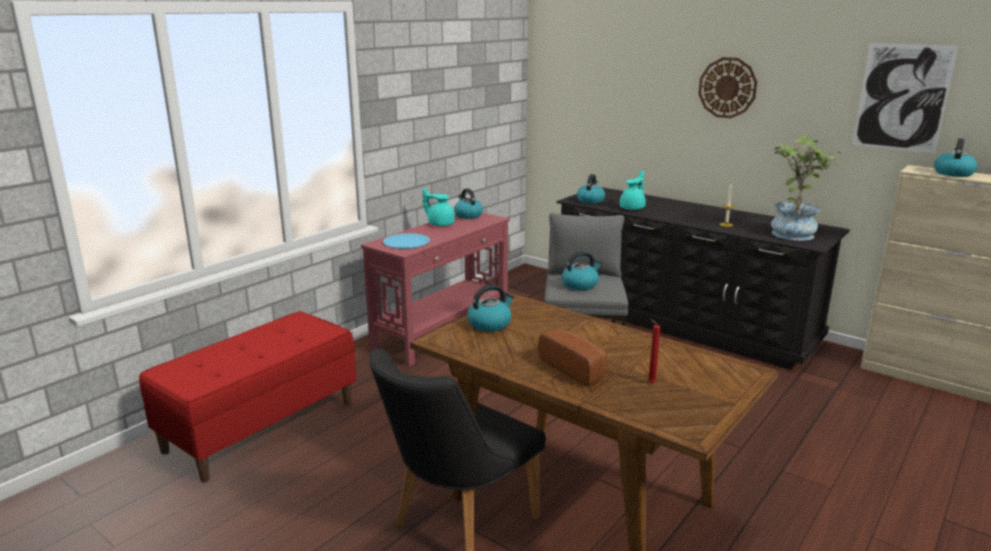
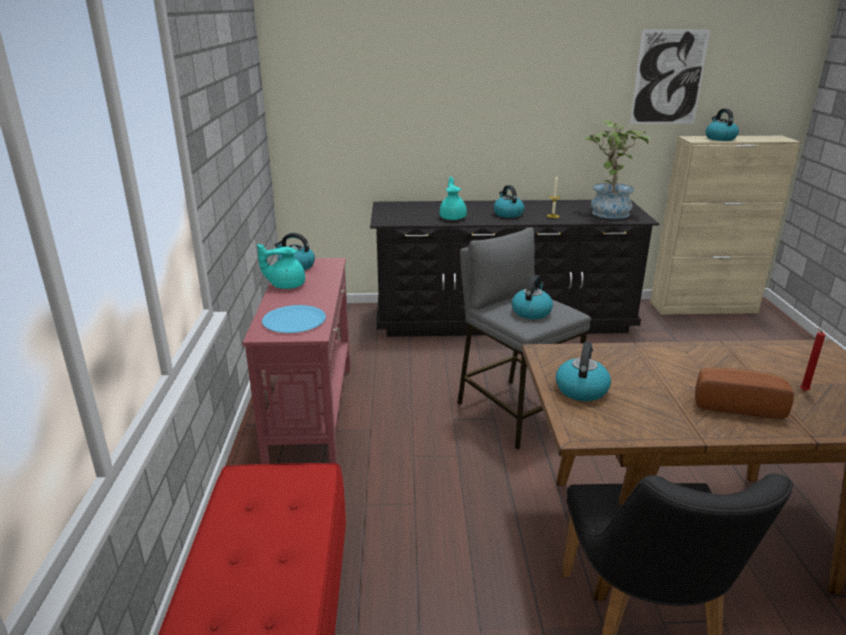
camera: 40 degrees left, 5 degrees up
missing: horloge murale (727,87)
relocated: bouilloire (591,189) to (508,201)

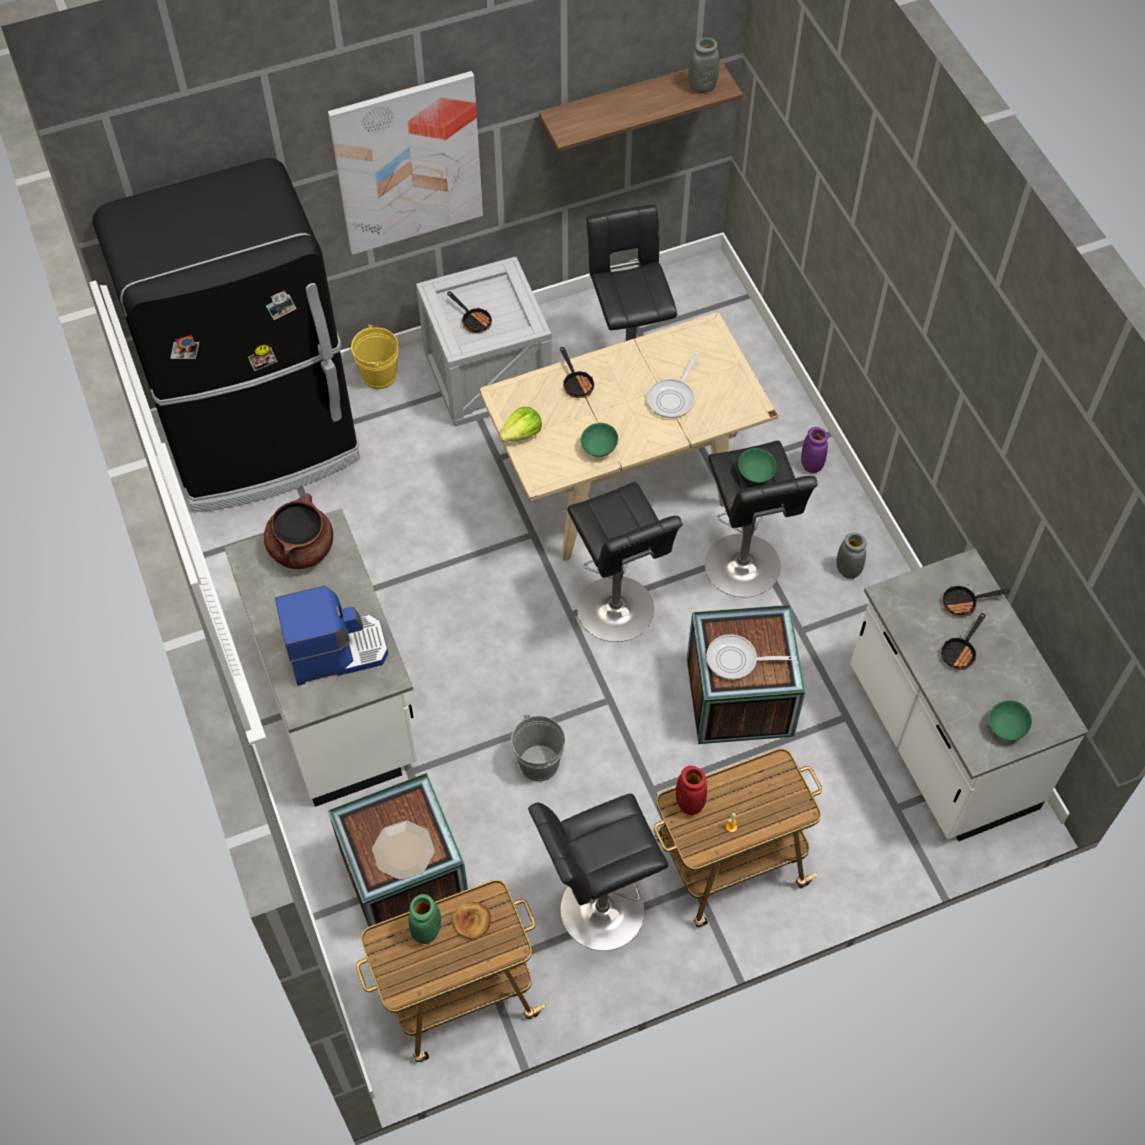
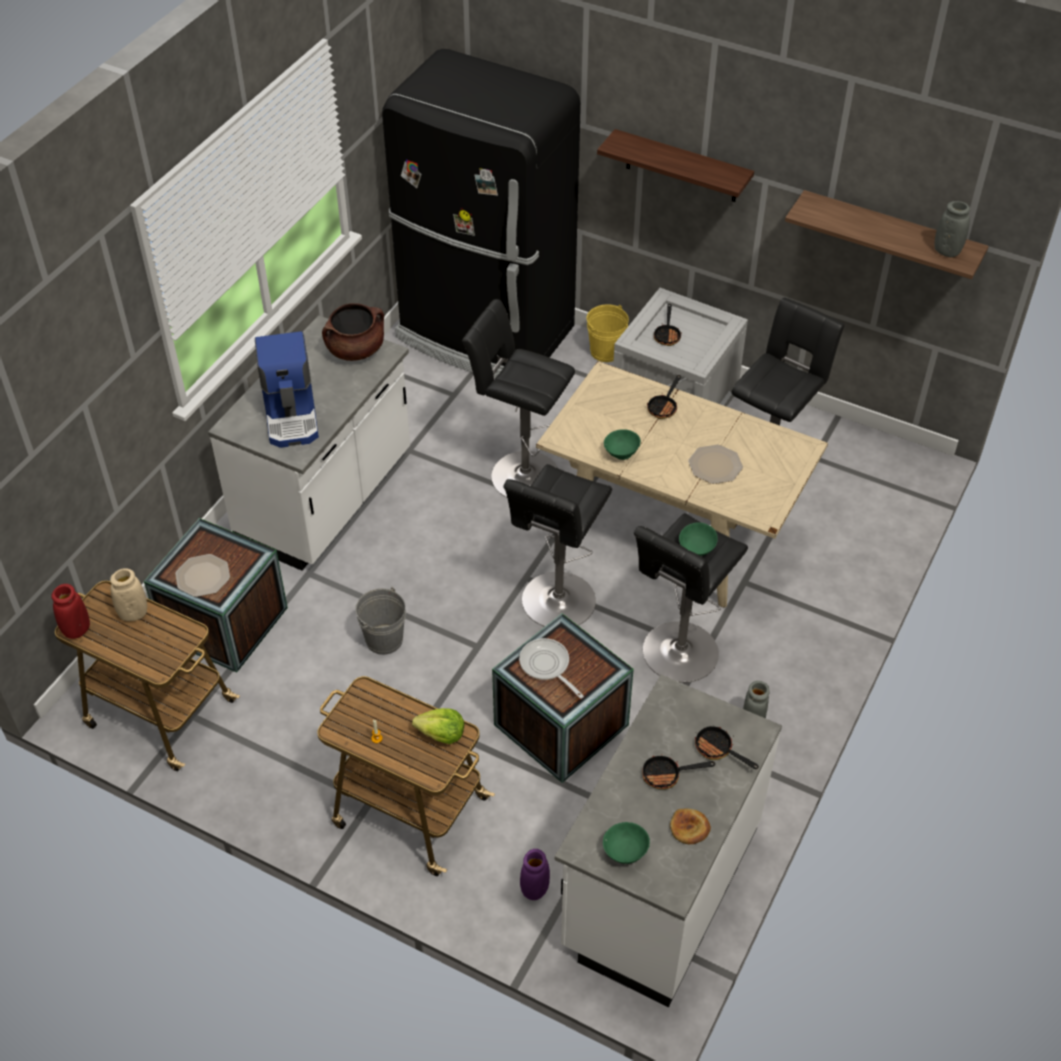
camera: 50 degrees right, 10 degrees down
relocated: pain (471,920) to (690,826); laitue (520,424) to (438,726); tabouret/noir (598,872) to (518,398); vase/rouge (691,790) to (70,611); vase/violet (814,450) to (535,874)
exchanged: tableau (405,163) to étagère (675,165); poêle (673,385) to assiette (715,464)
colour: vase/vert (425,919) to vase/beige (128,594)
spun: machine à café (331,636) = (287,389) 45 degrees clockwise

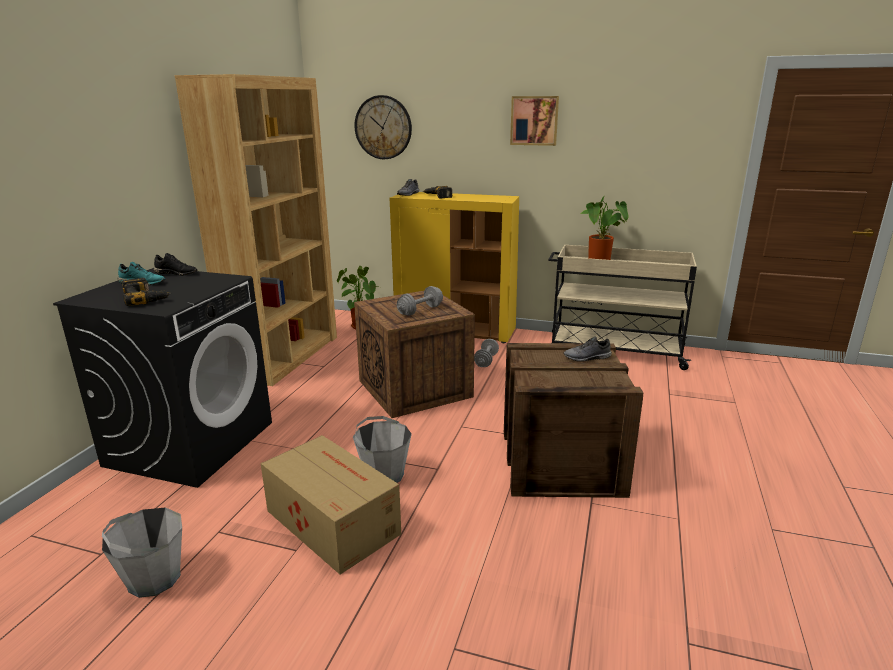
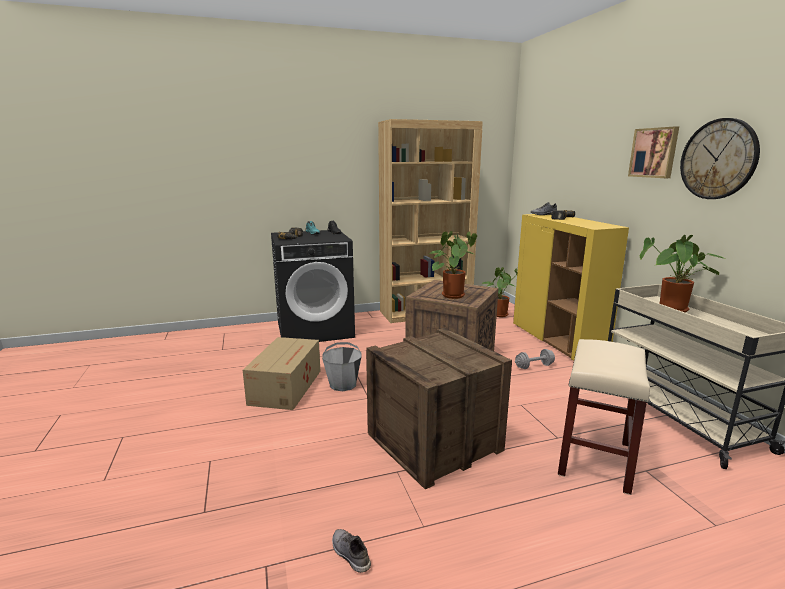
camera: 55 degrees right, 5 degrees down
missing: seau/gris (142,552)
appeared: tabouret/beige (604,417)
relocated: horloge murale (383,127) to (720,158); chaussure/gris (587,349) to (351,551)
exchanged: haltère/gris (420,301) to plante en pot (453,265)

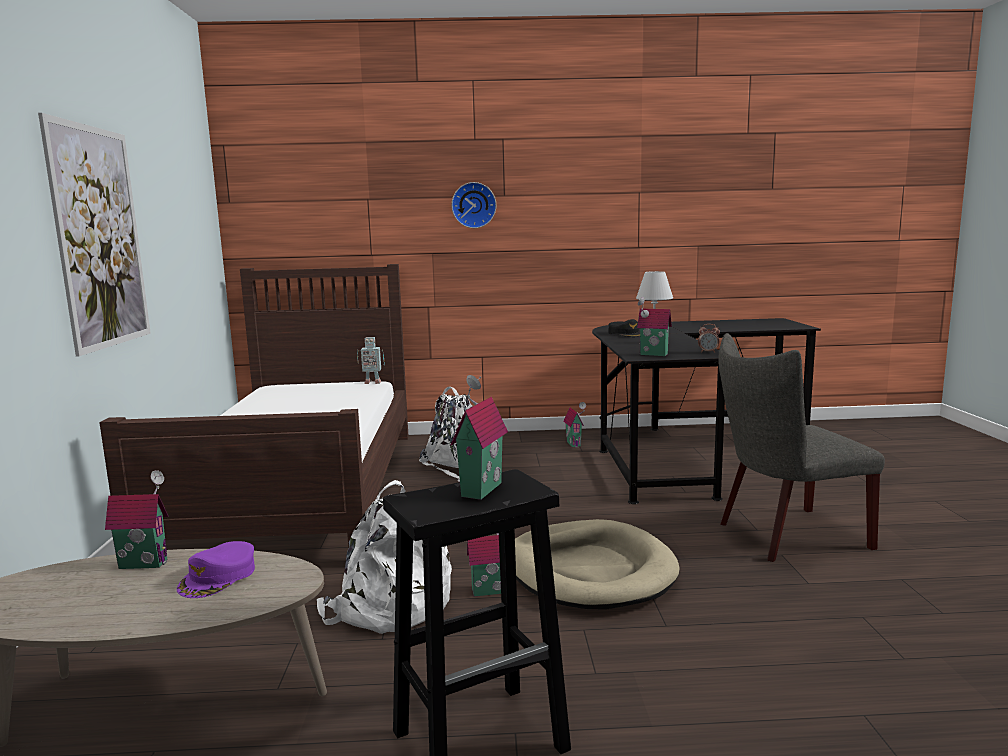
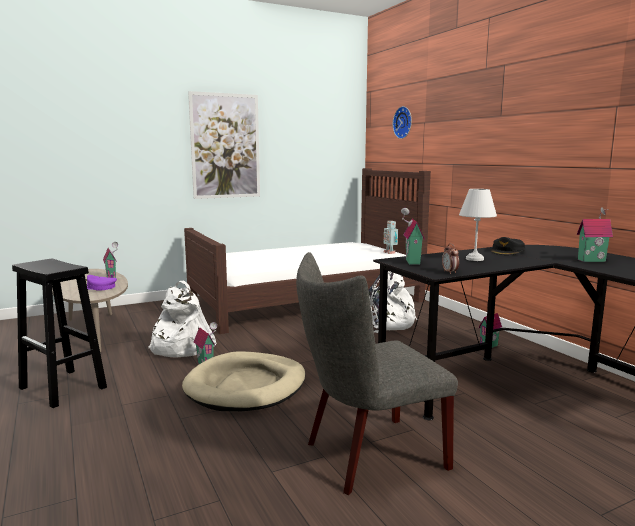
camera: 65 degrees right, 0 degrees up
relocated: horloge murale (473,205) to (402,122); maison miniature (479,437) to (594,234)
spun: chaise/gris (801,447) = (377,373) 75 degrees counterclockwise

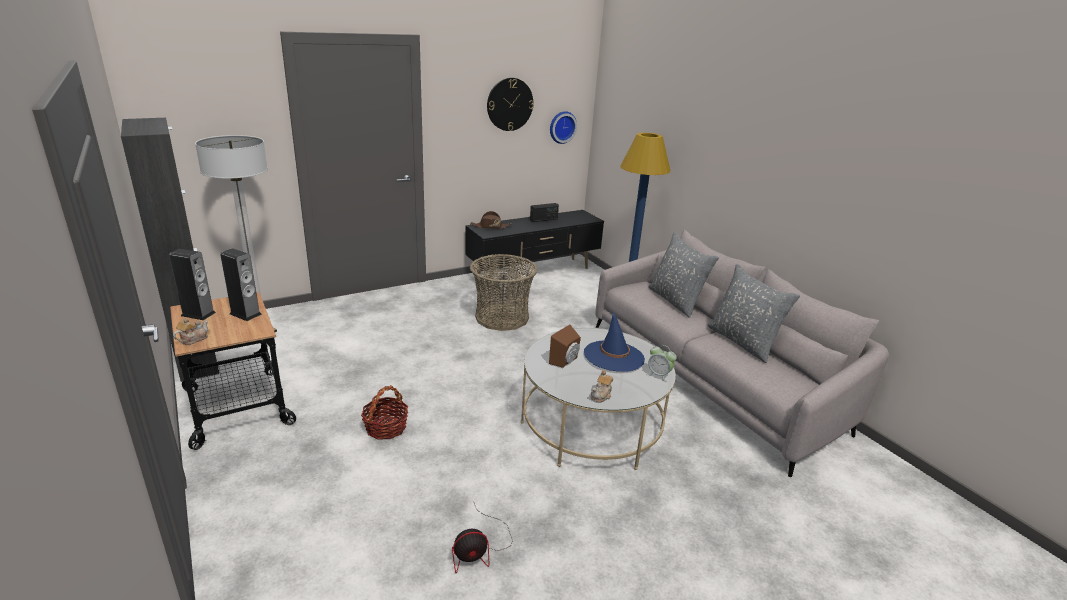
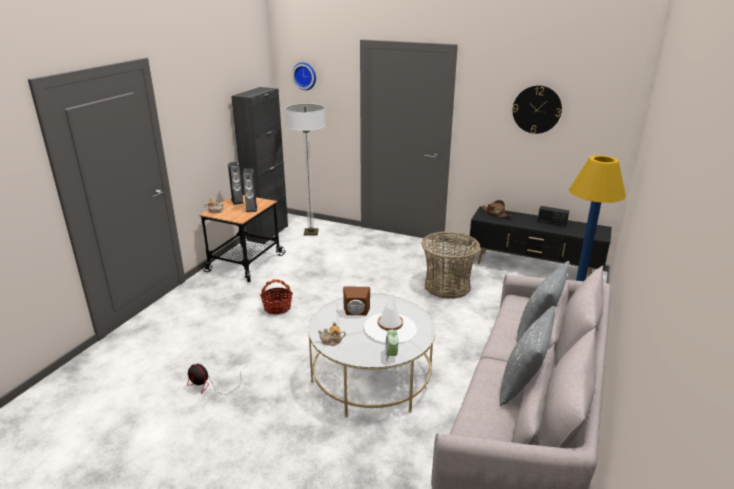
camera: 55 degrees right, 0 degrees up
relocated: horloge murale (563,127) to (304,76)
colour: chapeau/bleu (614,341) to chapeau/blanc (390,316)

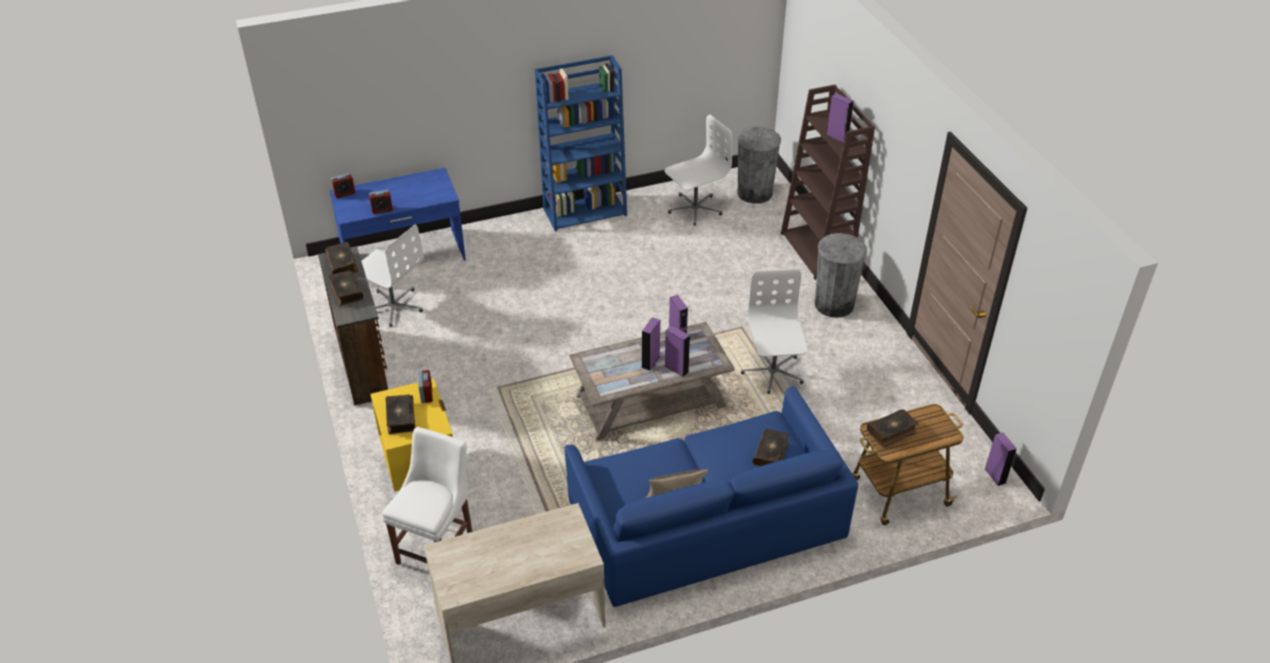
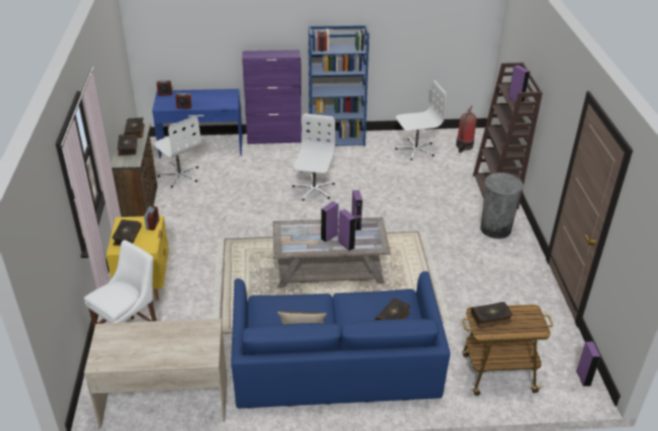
camera: 15 degrees right, 5 degrees down
appeared: meuble de rangement/violet (272,97)
relocated: chaise de bureau/blanc (774,331) to (313,157)
exchanged: poubelle/gris (759,165) to extincteur (466,129)

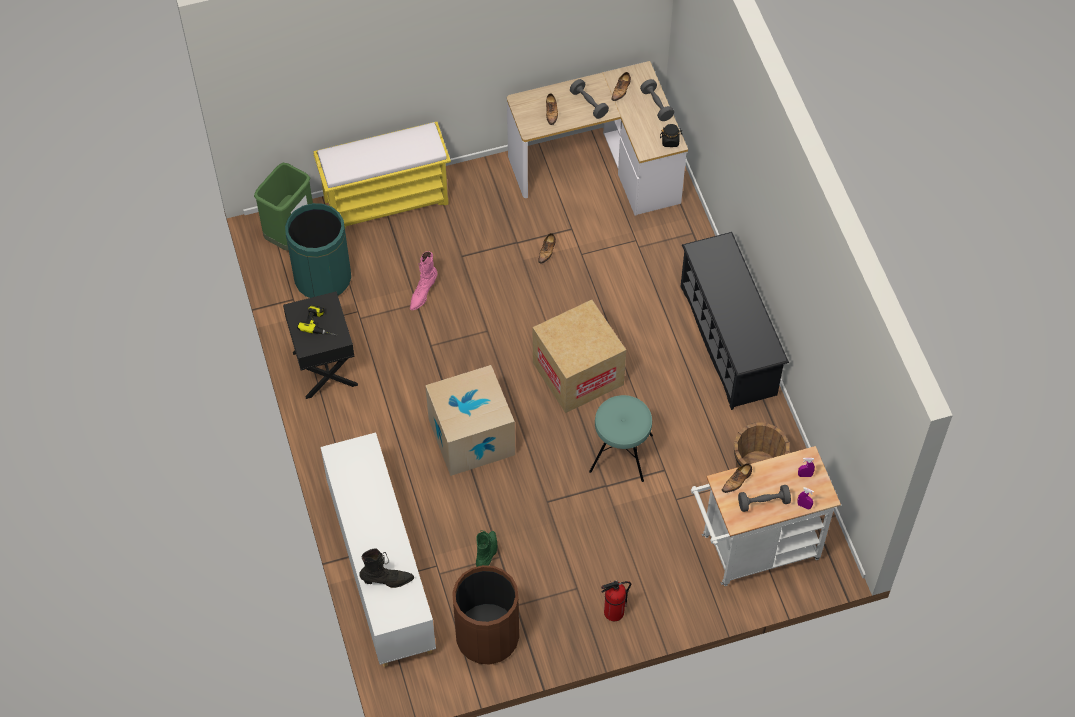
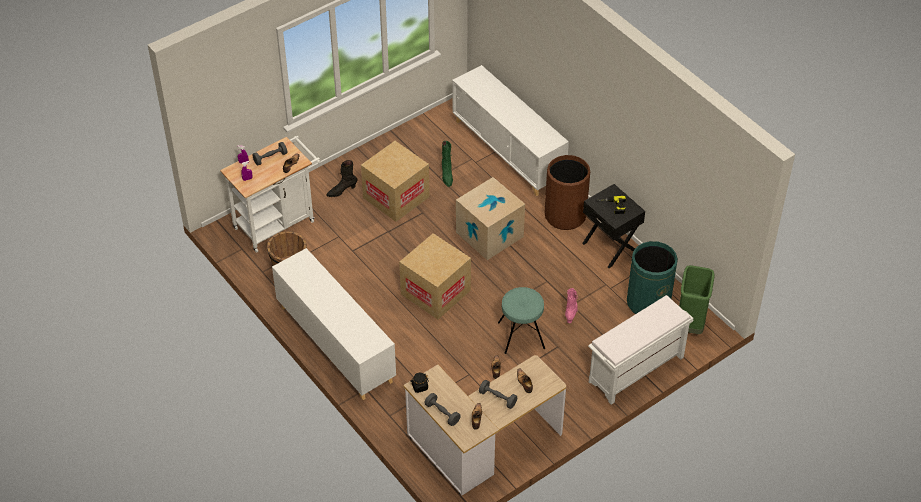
camera: 160 degrees right, 10 degrees down
missing: extincteur (616,600)
appeared: carton (395,181)
relocated: botte/noir (386,568) to (341,178); poubelle/marron (485,615) to (567,192); tabouret/turquoise (621,438) to (521,320)
exchanged: étagère à chaussures/noir (734,321) to meuble de rangement/blanc (334,324)
colour: banc/jaune (382,175) to banc/blanc (640,350)

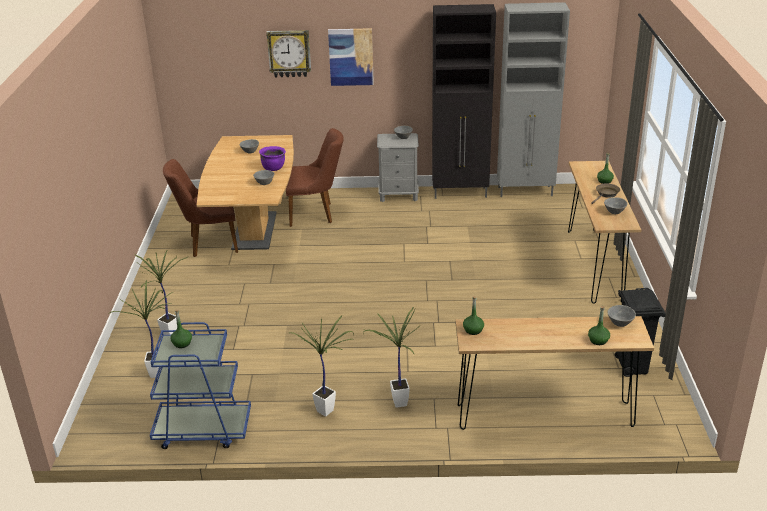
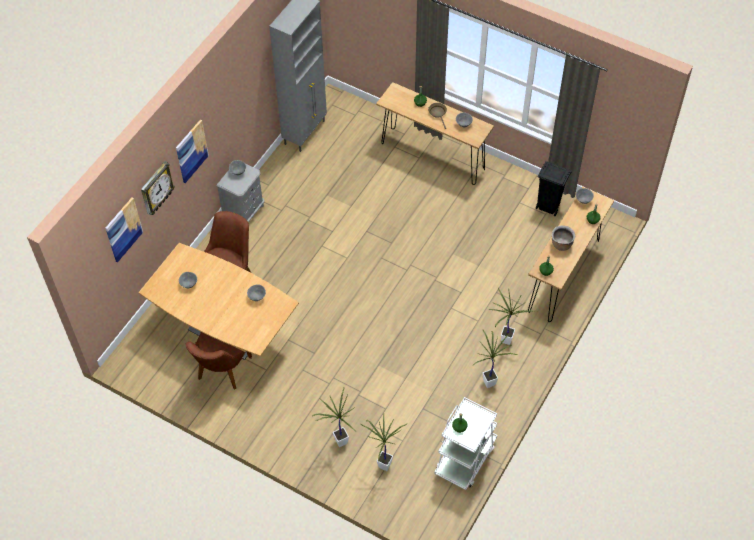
camera: 60 degrees left, 25 degrees up
missing: marmite/violet (272,158); meuble de rangement/noir (464,101)
appeared: tableau (124,229); marmite/marron (563,238)
colour: chariot/bleu (200,385) to chariot/blanc (465,443)

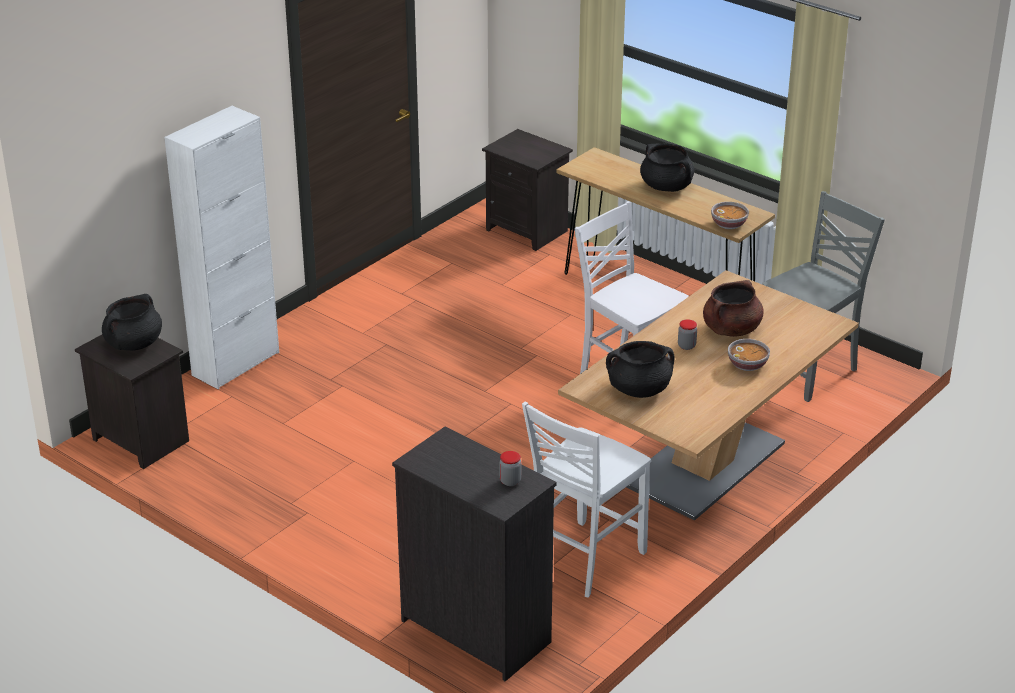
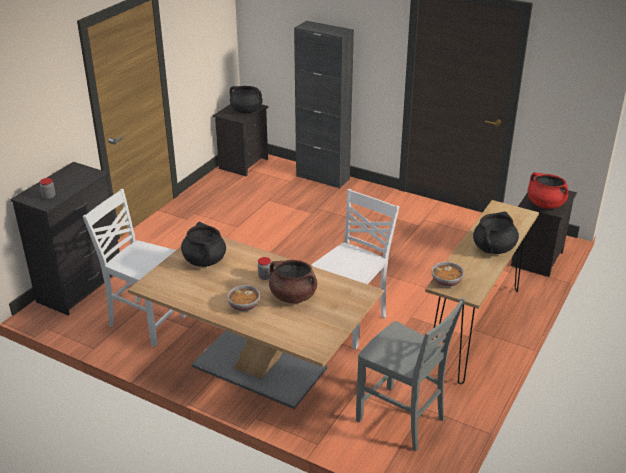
camera: 80 degrees right, 0 degrees up
appeared: marmite/rouge (547,190)
colour: meuble de rangement/blanc (221,247) to meuble de rangement/noir (324,105)

